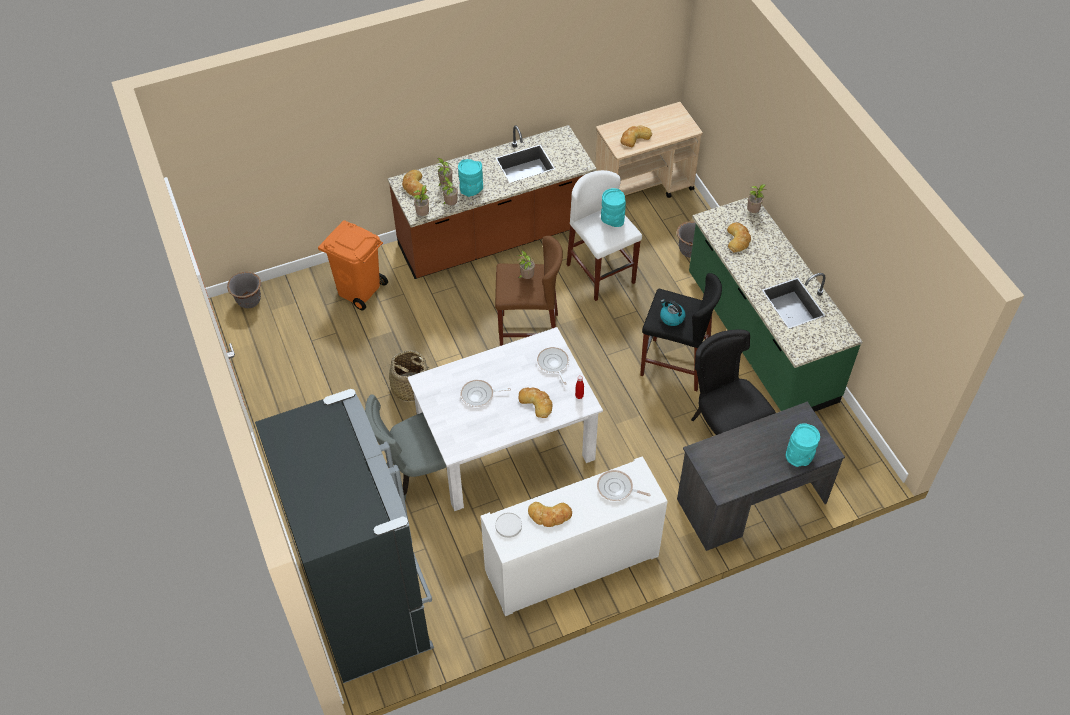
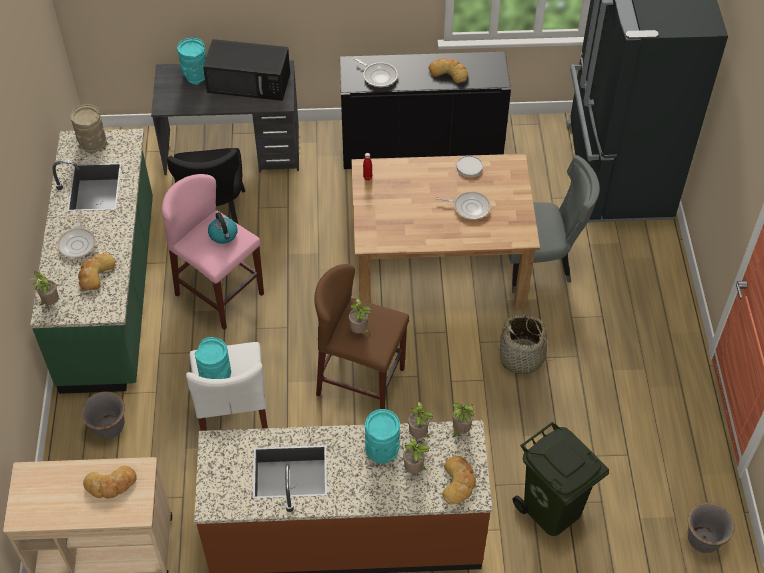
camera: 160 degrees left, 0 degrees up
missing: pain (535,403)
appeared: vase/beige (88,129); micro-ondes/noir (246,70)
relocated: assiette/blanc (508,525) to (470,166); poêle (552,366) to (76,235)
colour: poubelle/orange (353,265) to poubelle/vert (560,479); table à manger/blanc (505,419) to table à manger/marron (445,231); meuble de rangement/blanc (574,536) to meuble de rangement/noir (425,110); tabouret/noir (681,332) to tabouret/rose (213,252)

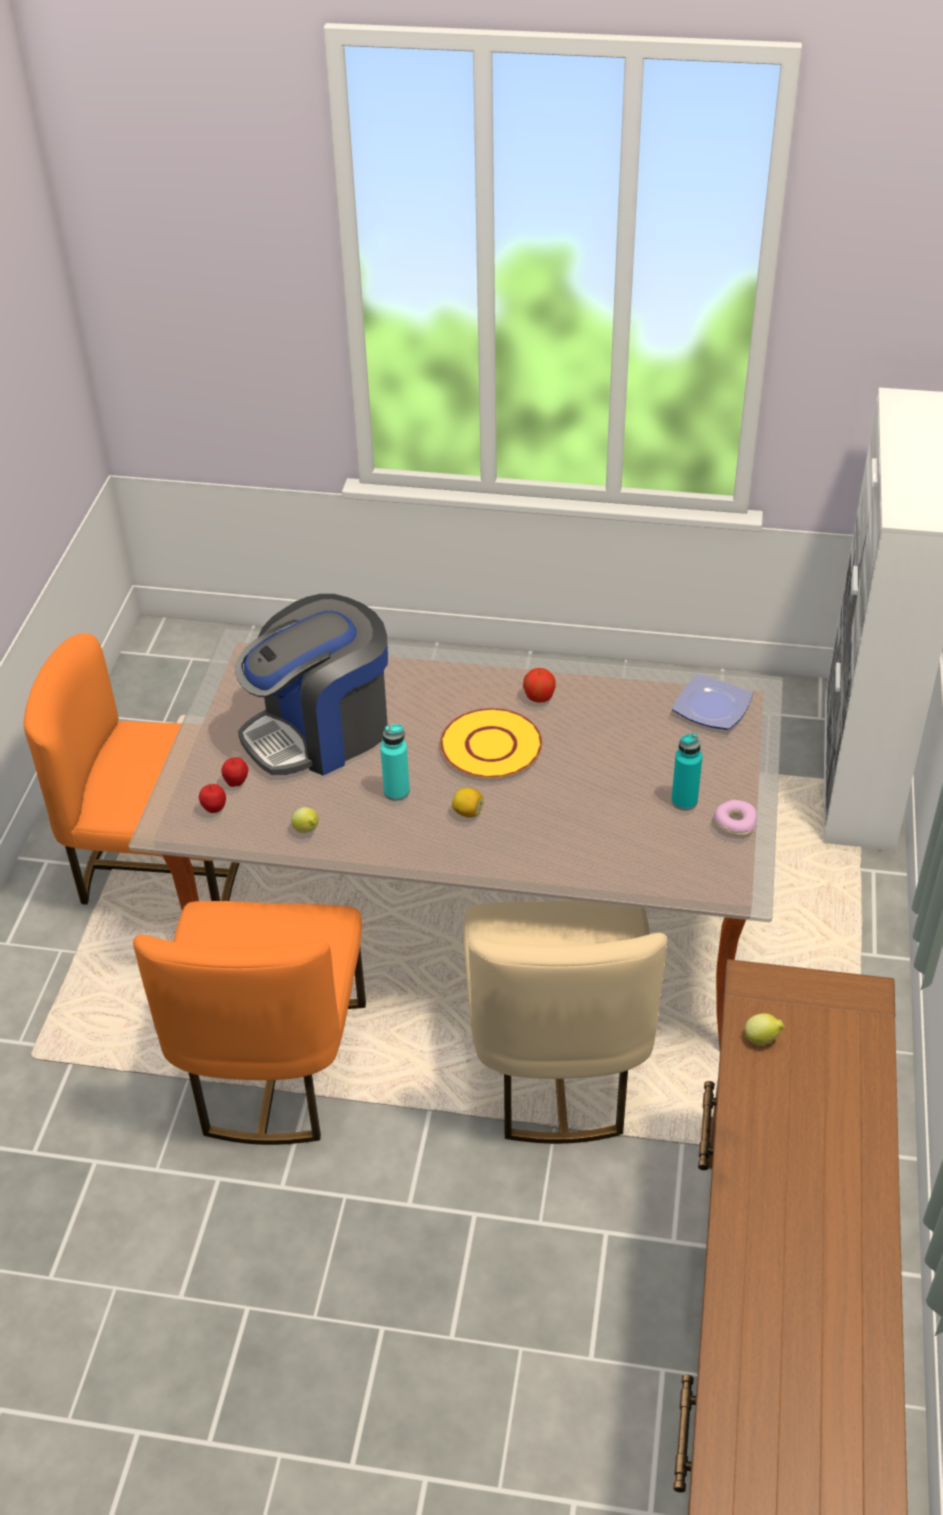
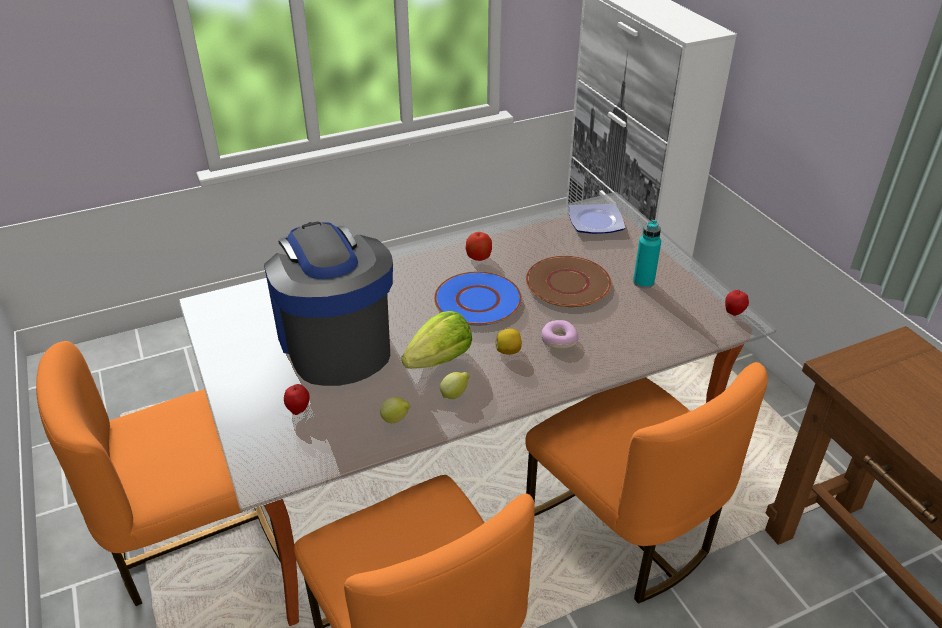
camera: 35 degrees left, 5 degrees down
appeared: assiette/marron (568,281)
relocated: pomme (212,798) to (737,302); beignet (735,818) to (559,334); citron (765,1029) to (455,385)
exchanged: bouteille/turquoise (395,762) to laitue (437,340)
colour: assiette/jaune (491,743) to assiette/bleu (478,299); chaise/beige (565,1022) to chaise/orange (646,483)
spun: machine à café (311,684) = (328,303) 135 degrees clockwise

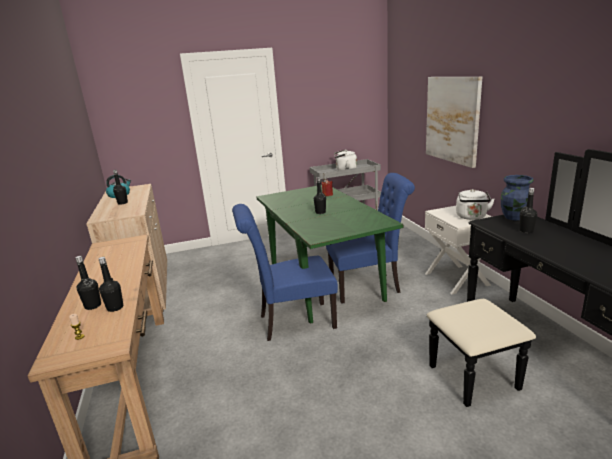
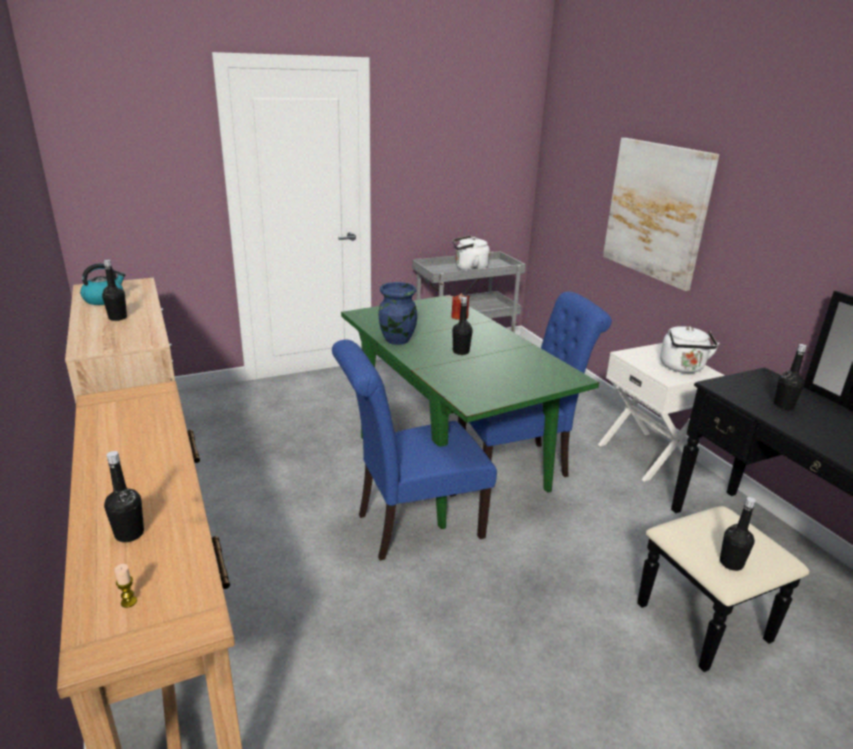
camera: 10 degrees left, 5 degrees up
relocated: bouteille/noir (110,284) to (738,534); vase/bleu (517,197) to (397,313)

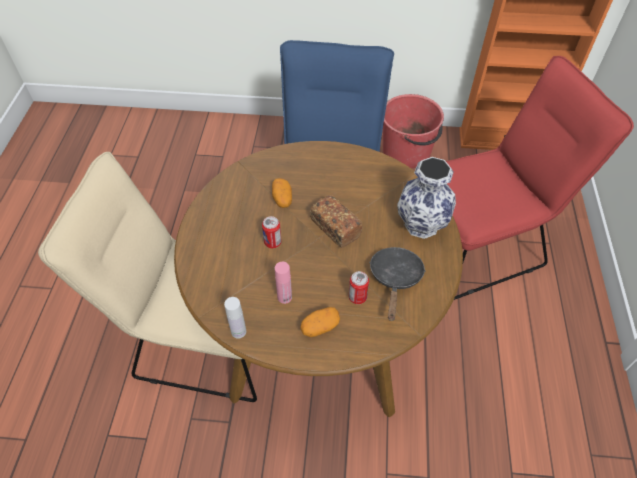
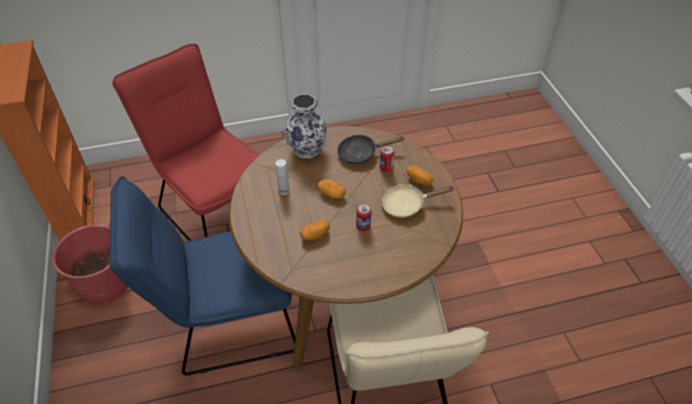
camera: 110 degrees left, 5 degrees down
relocated: bouteille/blanc (235,318) to (282,177)
exchanged: bouteille/rose (283,283) to poêle/beige (418,201); pain (336,221) to pomme de terre (331,189)

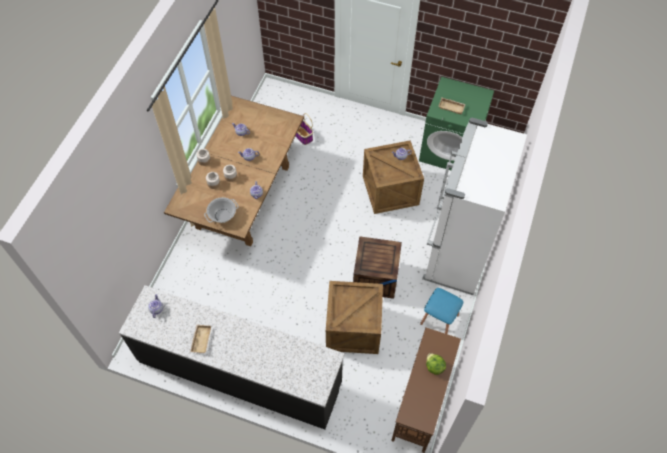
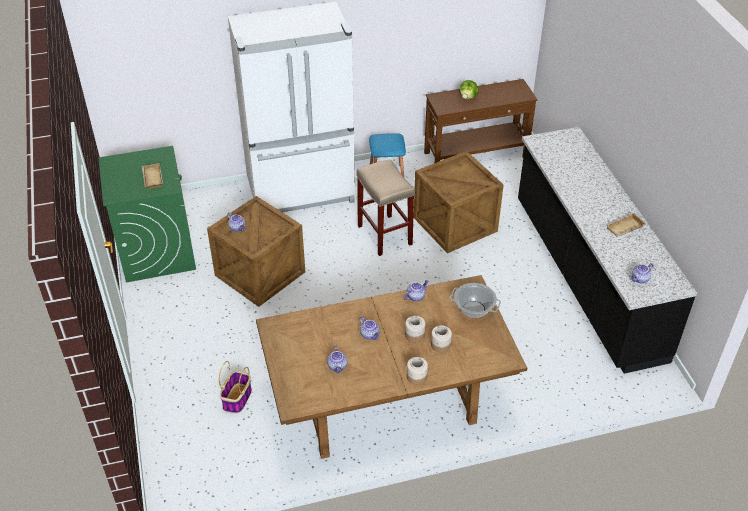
camera: 125 degrees left, 15 degrees down
exchanged: caisse (377,267) to tabouret/beige (386,207)

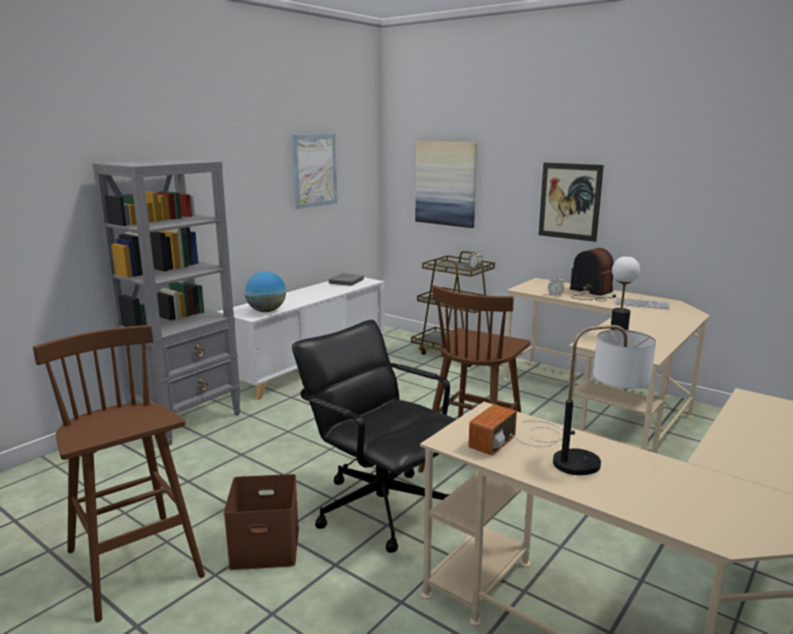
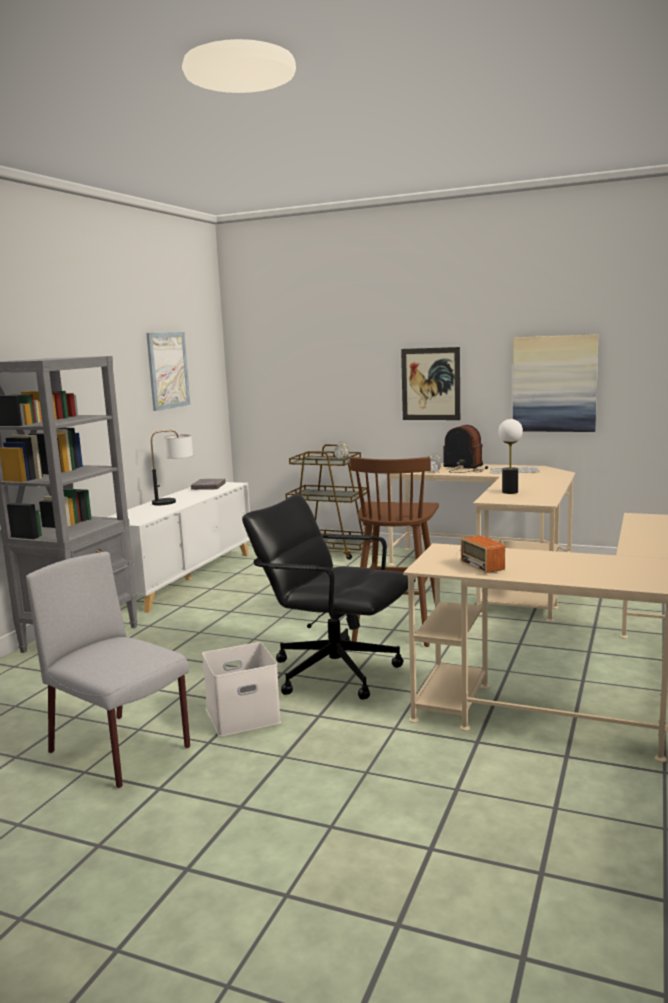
camera: 15 degrees left, 5 degrees down
missing: globe (265,291)
relocated: tableau (446,184) to (555,383); lampe de table (604,400) to (172,467)
exchanged: tabouret/marron (119,473) to chaise/gris (108,670)
colour: boîte de rangement/marron (261,522) to boîte de rangement/blanc (241,689)
spun: radio (515,429) = (481,554) 45 degrees counterclockwise

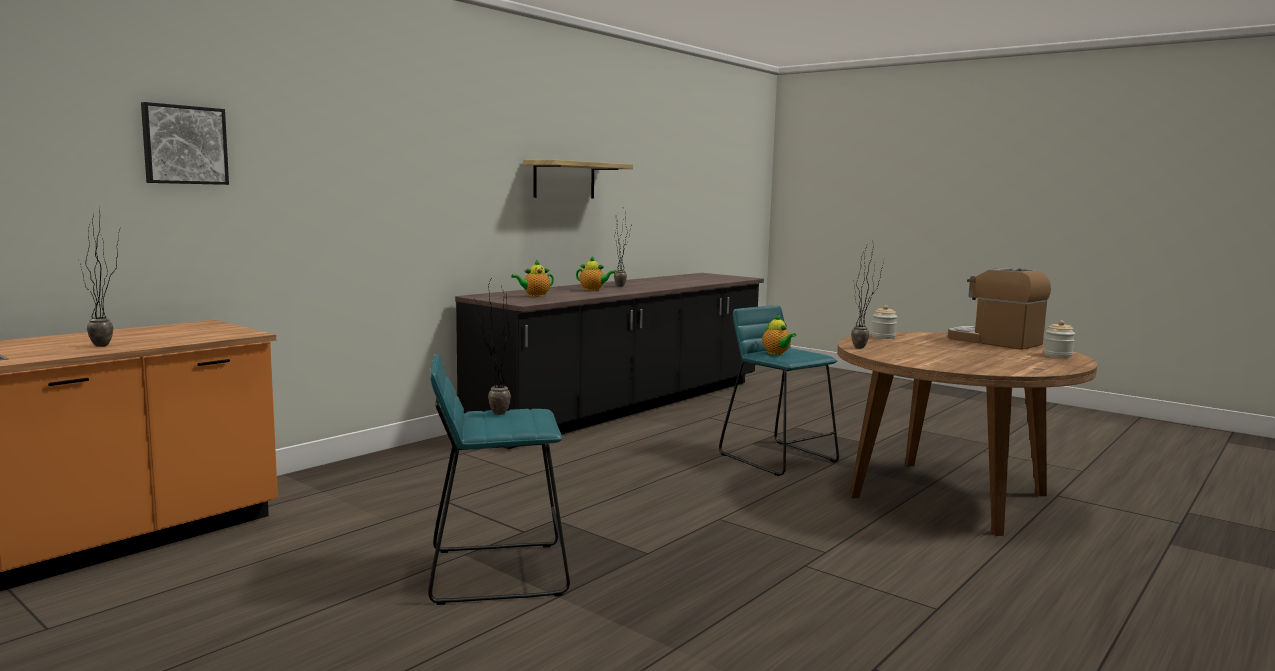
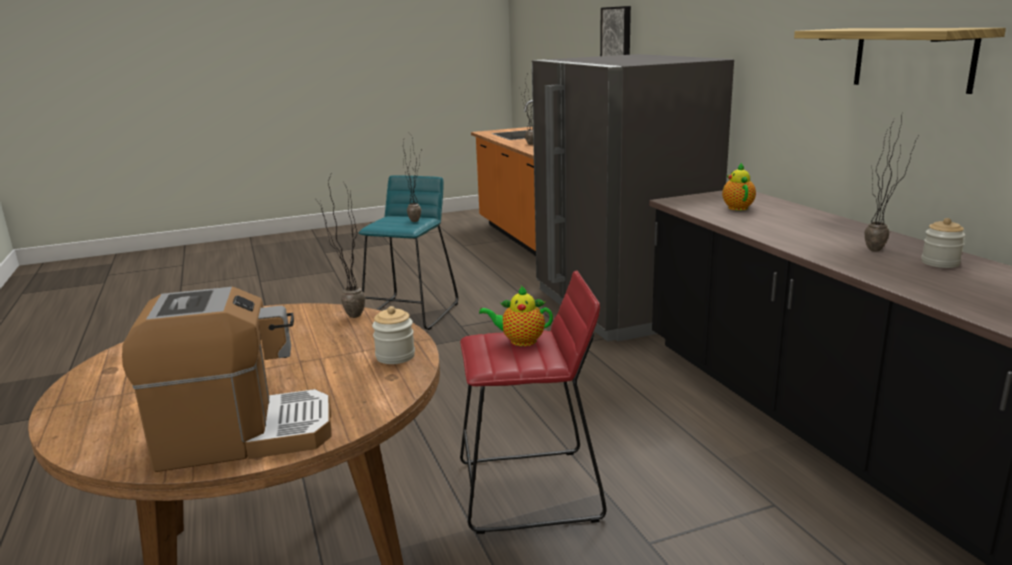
camera: 120 degrees right, 10 degrees up
missing: théière (596,273)
appeared: réfrigérateur/gris (633,198)
relocated: bocal (1059,339) to (943,243)
colour: tabouret/turquoise (779,391) to tabouret/rouge (533,402)

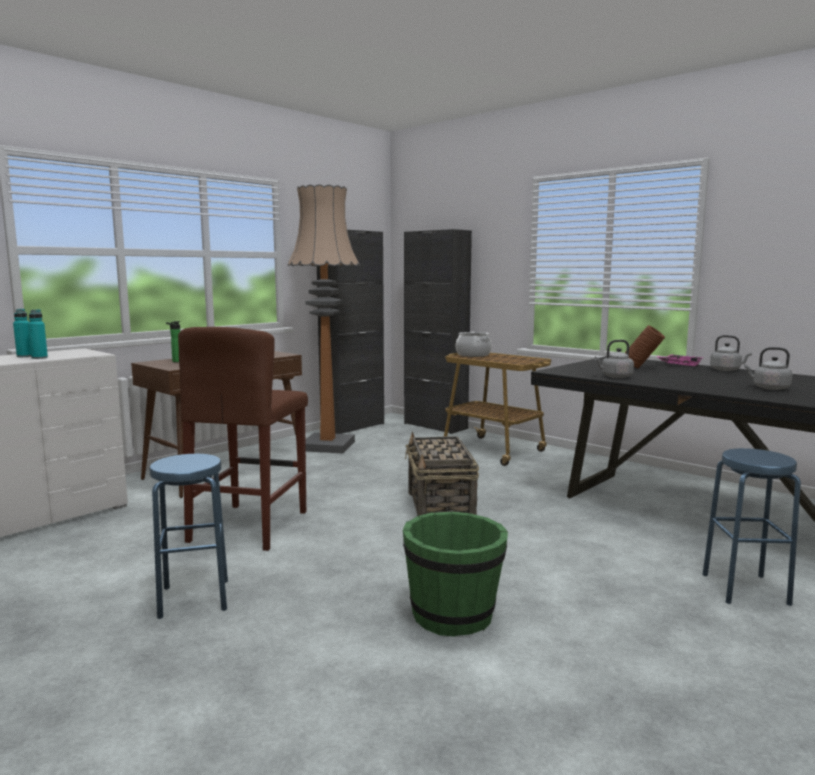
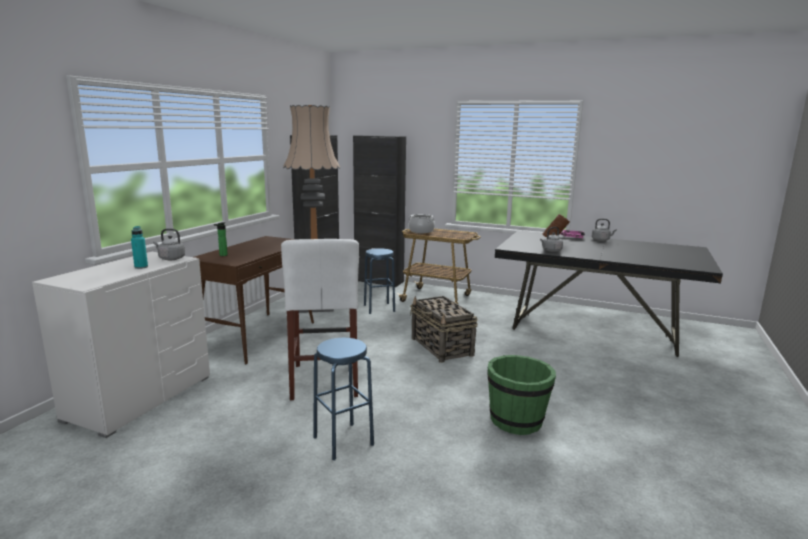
camera: 20 degrees left, 5 degrees up
missing: bouteille/turquoise (22,333)
relocated: tabouret/bleu (752,527) to (379,281); bouilloire/gris (768,368) to (169,244)
colour: tabouret/marron (243,439) to tabouret/blanc (320,319)

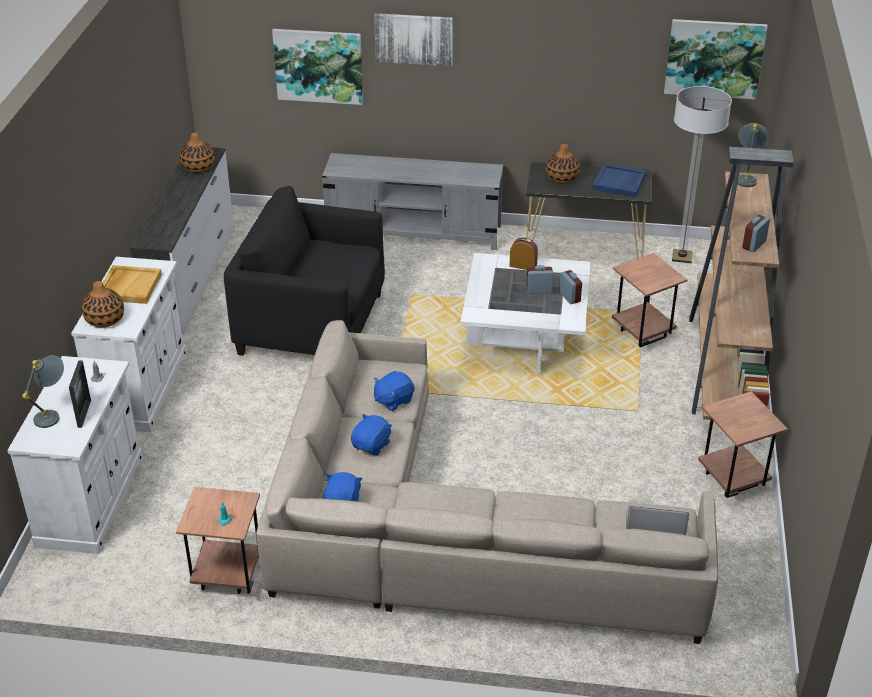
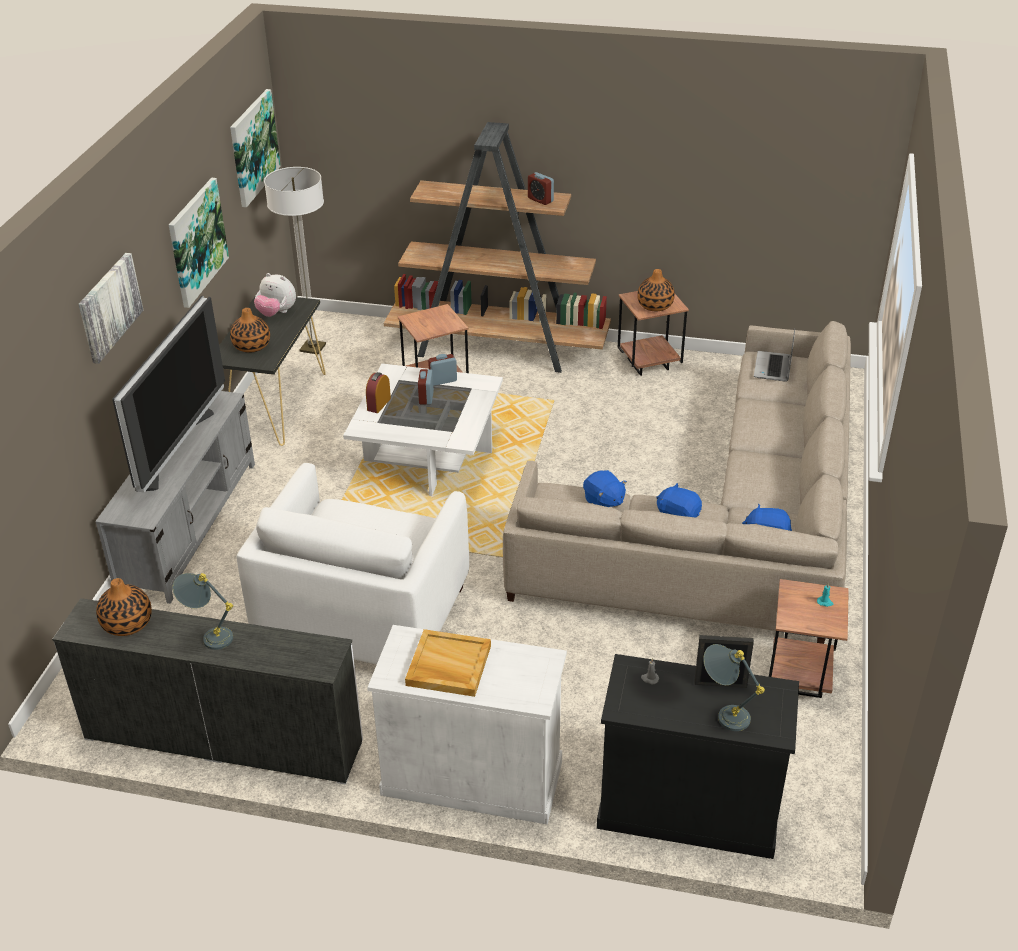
camera: 85 degrees left, 0 degrees up
appeared: téléviseur (168,394)
relocated: vase (102,304) to (656,290); tableau (317,67) to (199,243); lampe de table/gris (753,155) to (203,611)
exchanged: plateau/bleu (619,181) to peluche (275,295)
colour: meuble de rangement/blanc (75,455) to meuble de rangement/noir (698,756); fauteuil/noir (304,271) to fauteuil/blanc (352,564)

